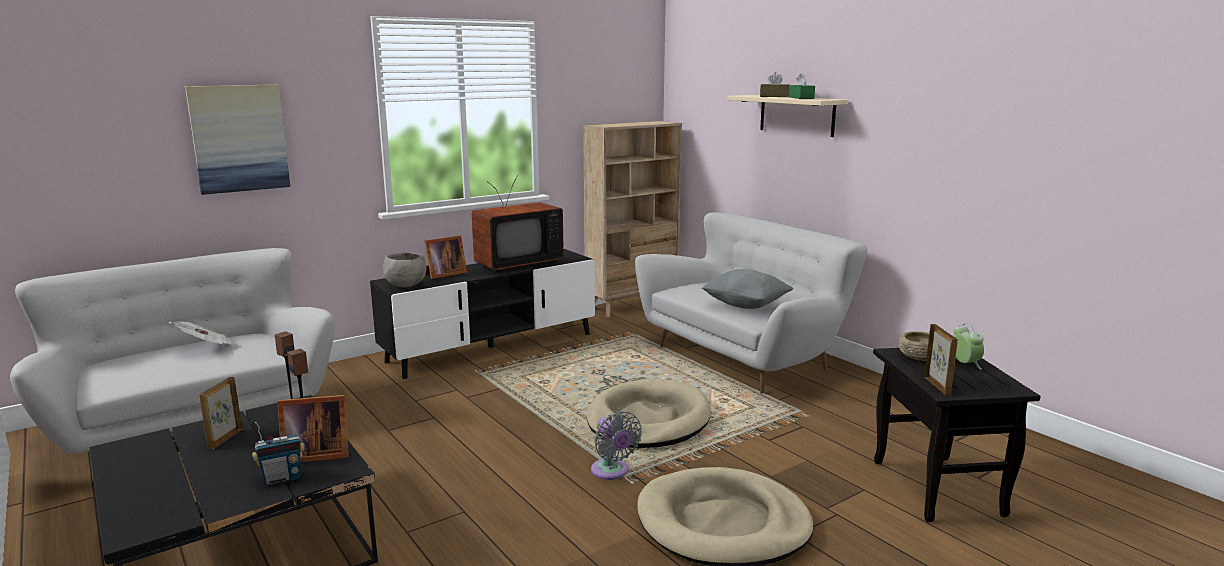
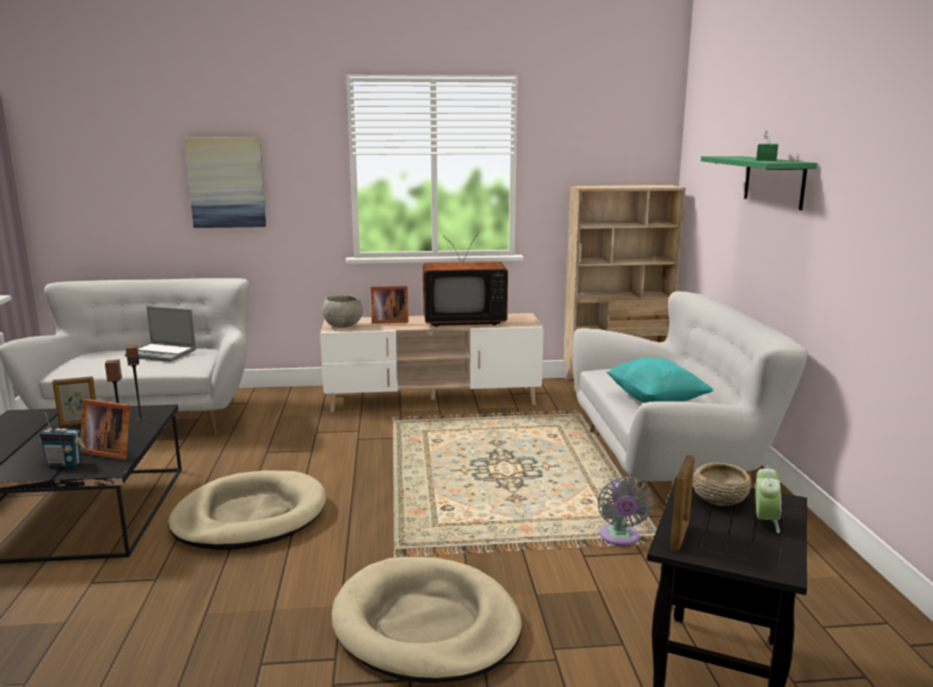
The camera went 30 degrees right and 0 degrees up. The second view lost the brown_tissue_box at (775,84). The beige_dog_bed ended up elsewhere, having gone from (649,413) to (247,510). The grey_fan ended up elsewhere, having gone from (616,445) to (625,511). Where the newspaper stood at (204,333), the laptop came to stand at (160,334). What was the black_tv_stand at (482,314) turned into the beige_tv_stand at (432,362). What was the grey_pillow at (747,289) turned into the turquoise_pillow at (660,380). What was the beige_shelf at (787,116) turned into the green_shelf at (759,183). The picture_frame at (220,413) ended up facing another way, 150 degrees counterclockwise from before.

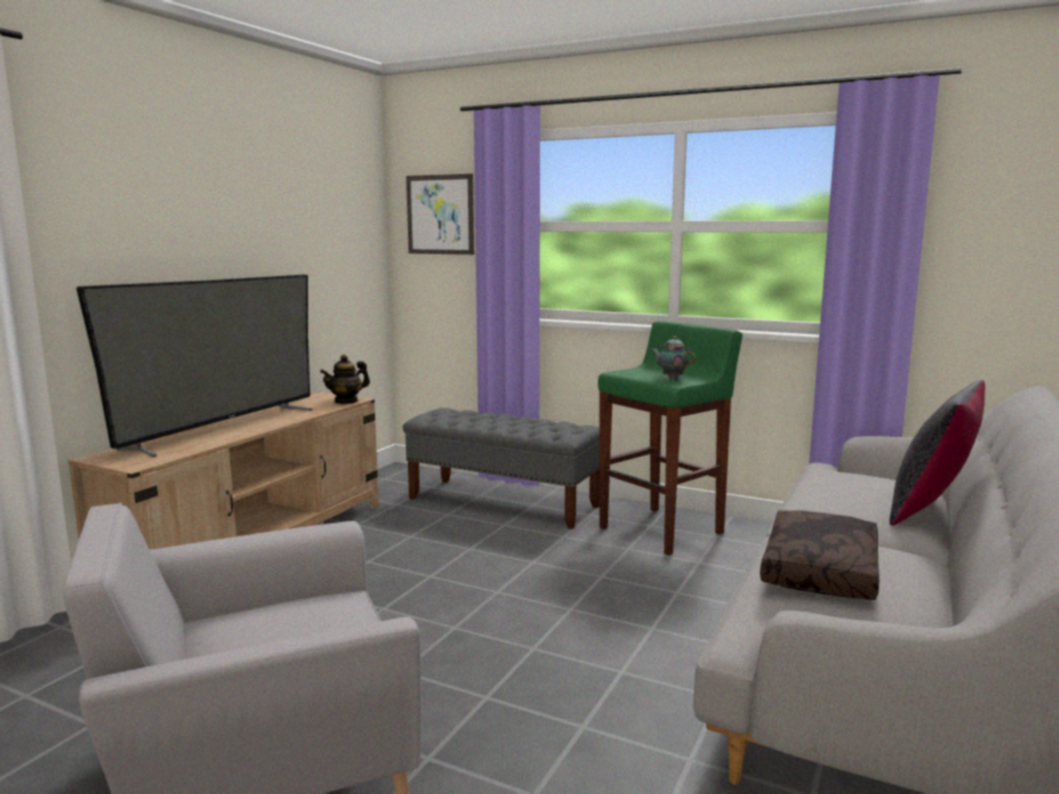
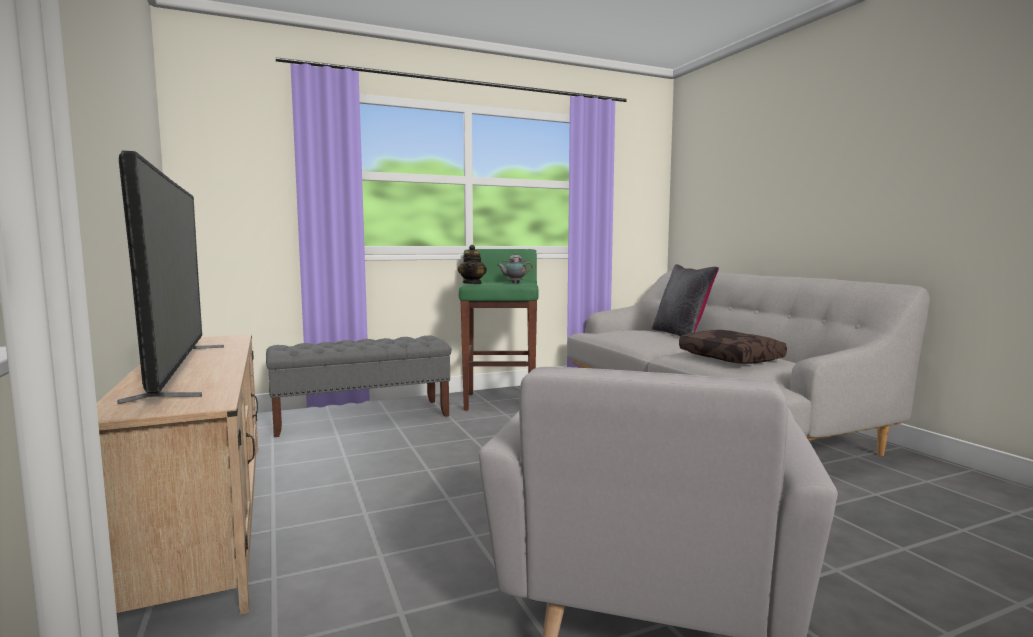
The camera went 50 degrees left and 5 degrees down. The second view lost the picture at (440,214). The teapot ended up elsewhere, having gone from (345,379) to (472,264).

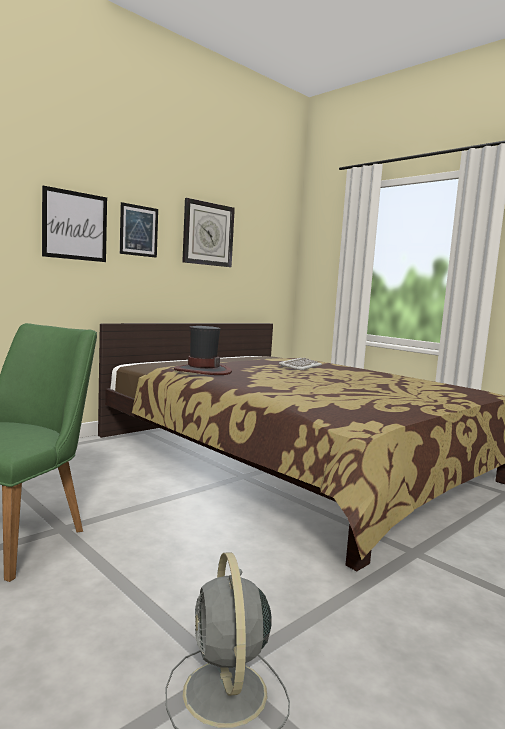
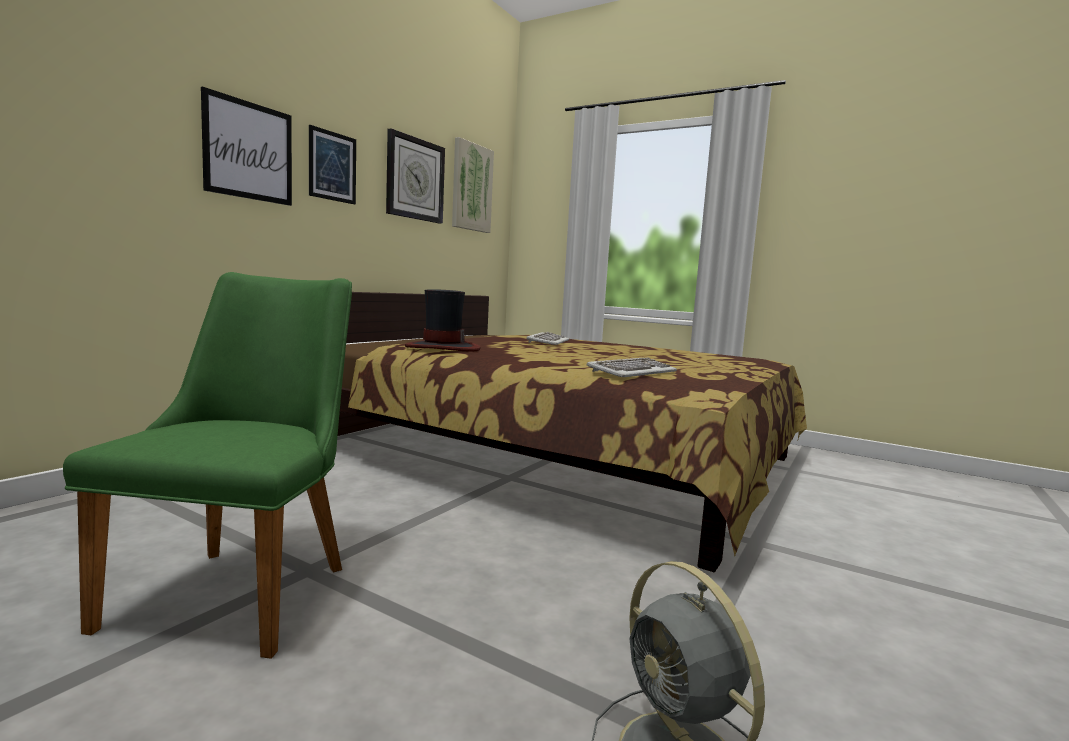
The camera went 15 degrees left and 0 degrees up. The second view gained the picture at (473,185). The second view gained the keyboard at (631,367).

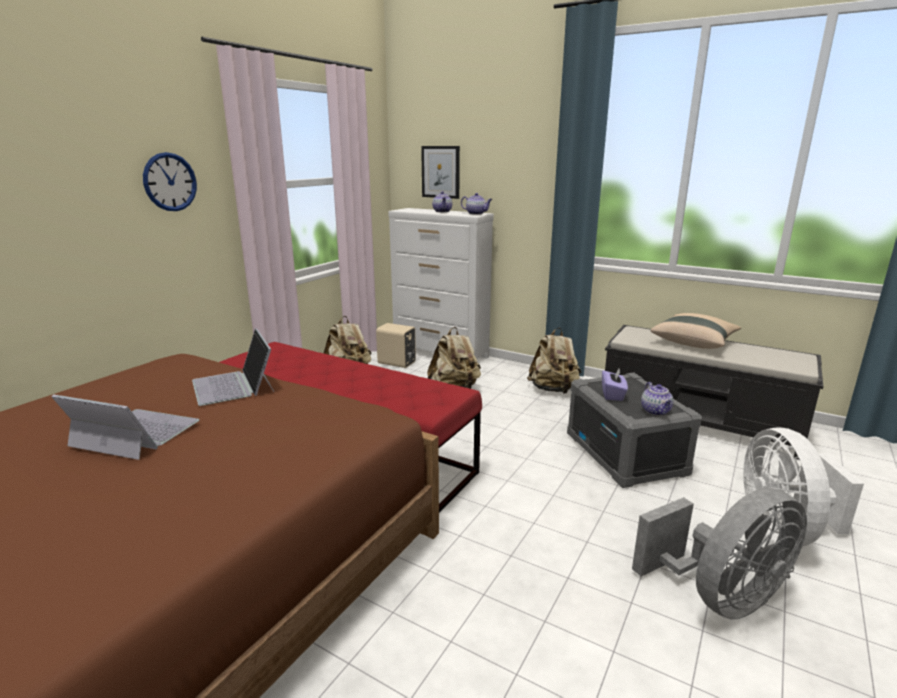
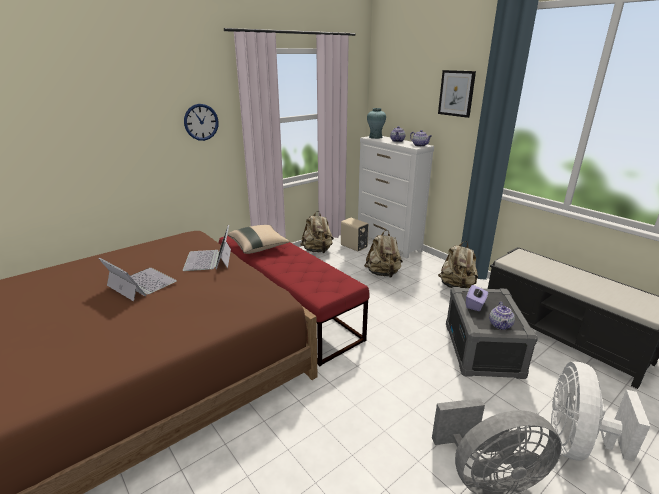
The camera went 20 degrees right and 5 degrees up. The second view gained the turquoise_vase at (376,123). The picture ended up elsewhere, having gone from (440,172) to (457,94). The beige_pillow ended up elsewhere, having gone from (696,331) to (258,239).

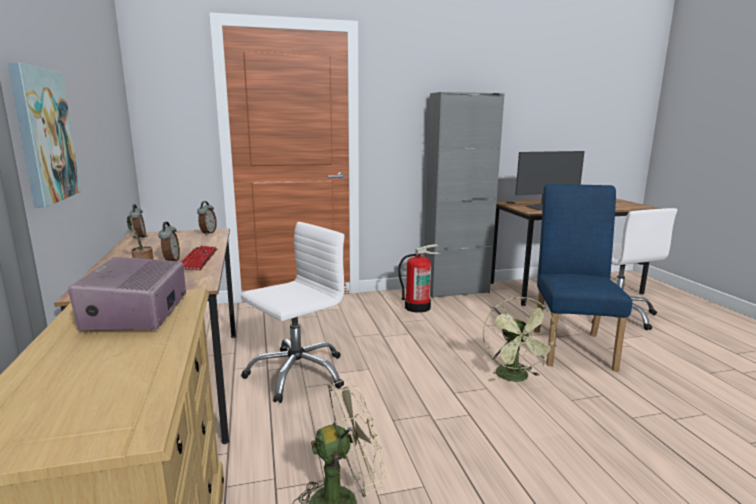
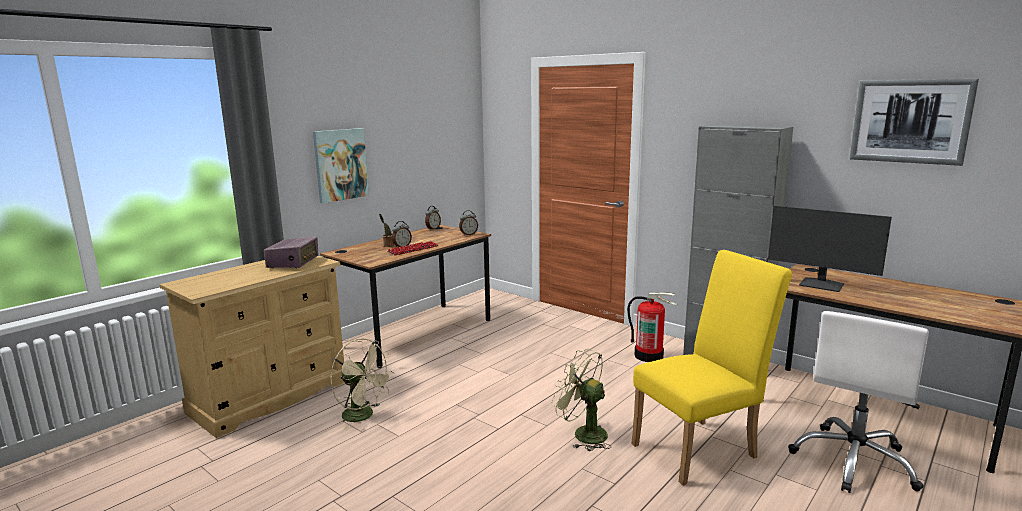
The camera went 55 degrees right and 0 degrees up. The second view lost the white_office_chair at (292,312). The second view gained the picture at (914,122). What was the blue_chair at (583,278) turned into the yellow_chair at (711,368). The radio at (127,293) ended up facing another way, 135 degrees clockwise from before. The green_fan at (521,339) ended up facing another way, 75 degrees clockwise from before.

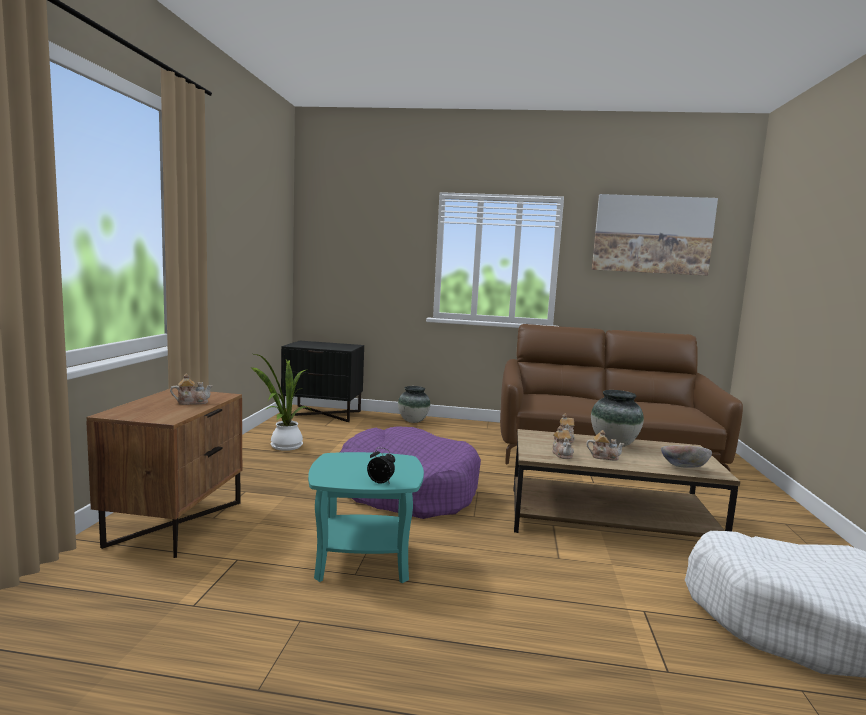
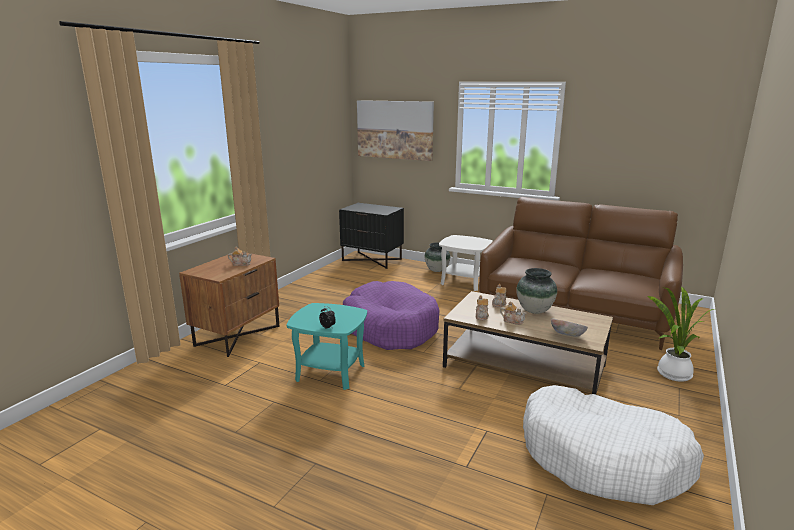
The camera went 20 degrees right and 10 degrees up. The second view gained the white_side_table at (466,263). The potted_plant ended up elsewhere, having gone from (281,402) to (681,334). The picture ended up elsewhere, having gone from (655,235) to (395,130).

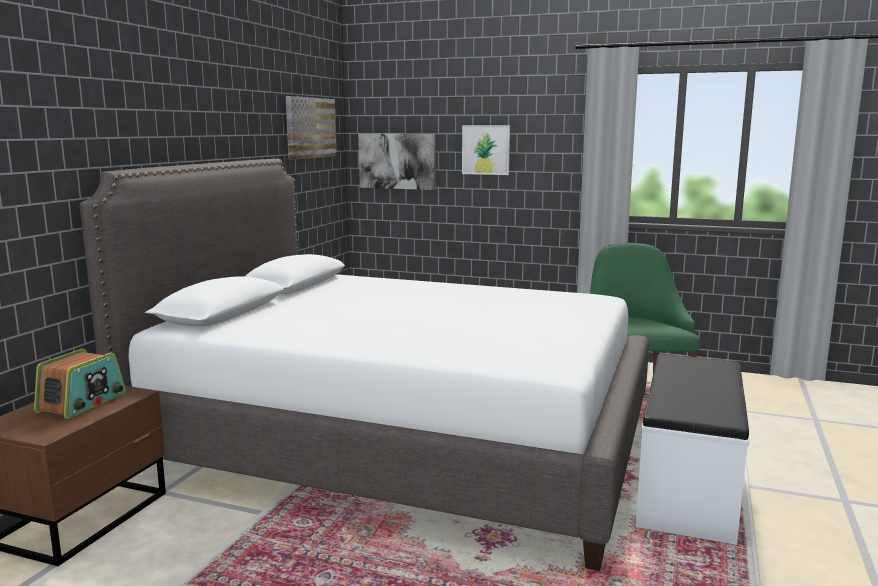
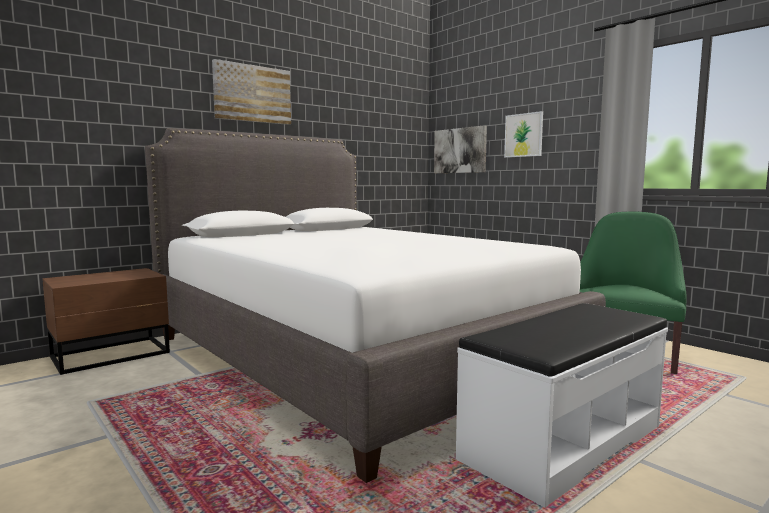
The camera went 30 degrees right and 5 degrees down. The second view lost the radio at (80,384). The picture ended up elsewhere, having gone from (311,127) to (251,92).

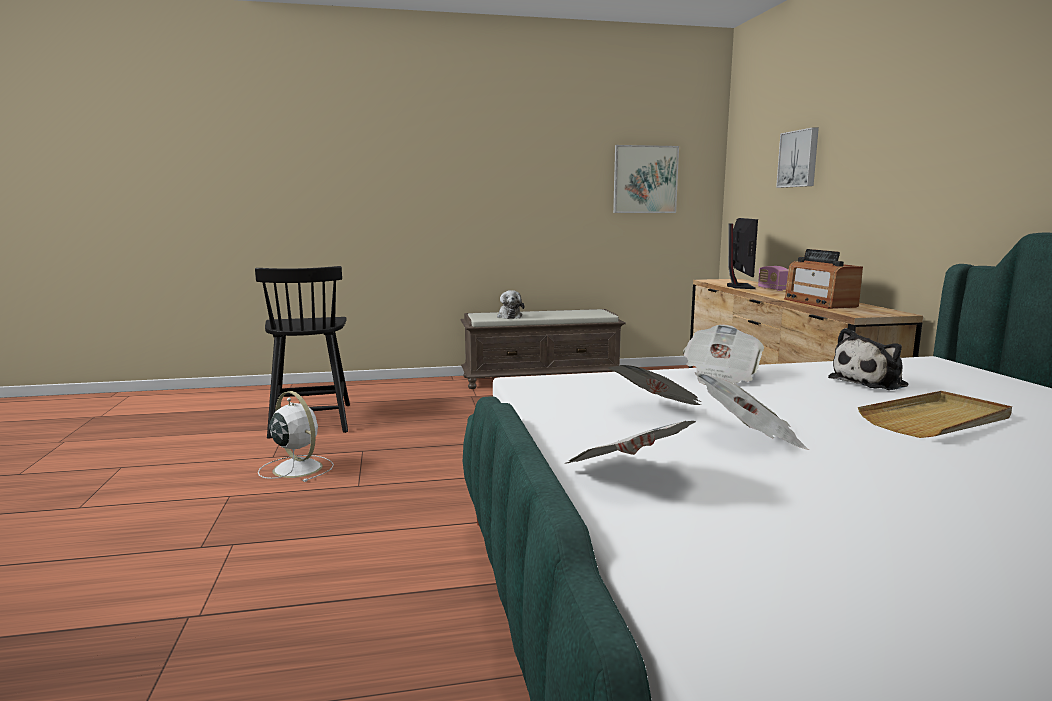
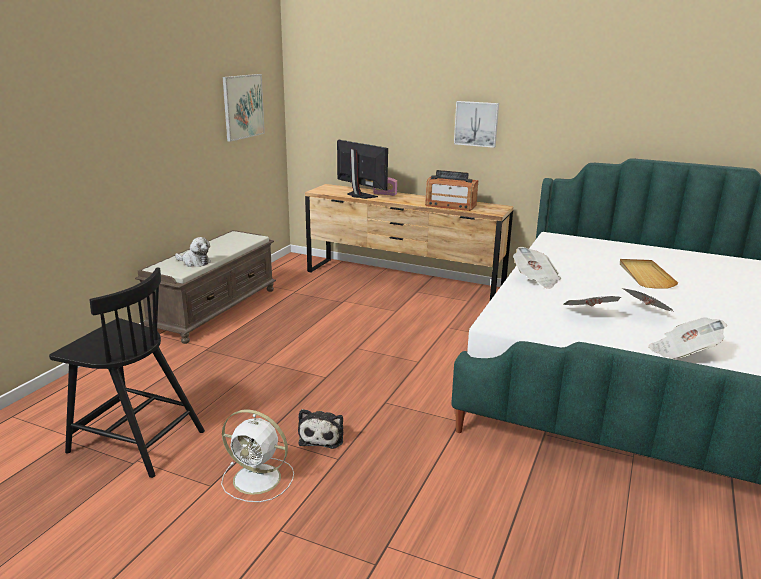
The camera went 55 degrees left and 10 degrees up. The picture ended up elsewhere, having gone from (797,157) to (476,124). The plush_toy ended up elsewhere, having gone from (868,359) to (320,429). The white_fan at (296,436) ended up facing another way, 150 degrees counterclockwise from before.

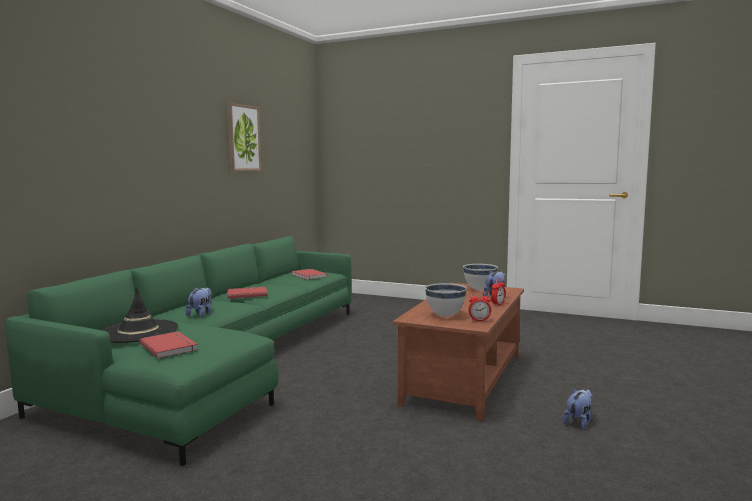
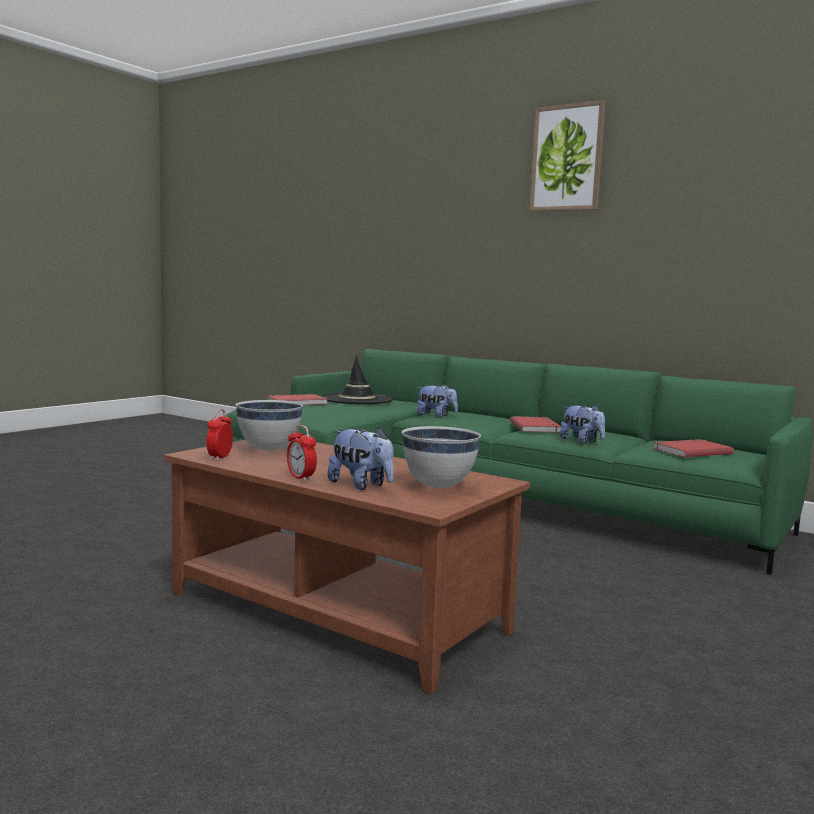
The camera went 100 degrees right and 0 degrees up. The picture ended up elsewhere, having gone from (244,137) to (567,156). The plush_toy ended up elsewhere, having gone from (578,408) to (582,424).

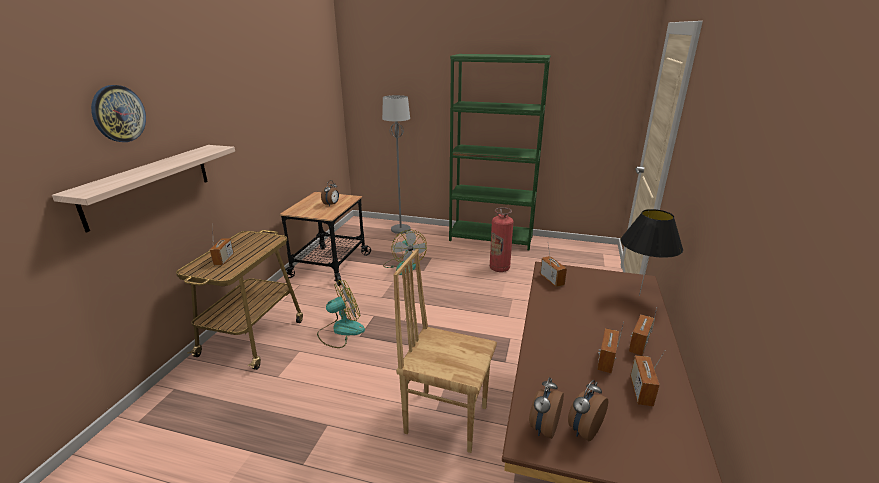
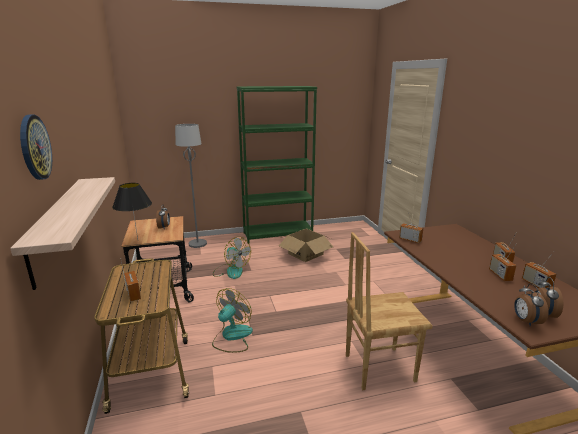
The camera went 30 degrees left and 5 degrees down. The black_table_lamp ended up elsewhere, having gone from (651,252) to (132,211). Where the fire_extinguisher stood at (502,239), the cardboard_box came to stand at (305,245).

